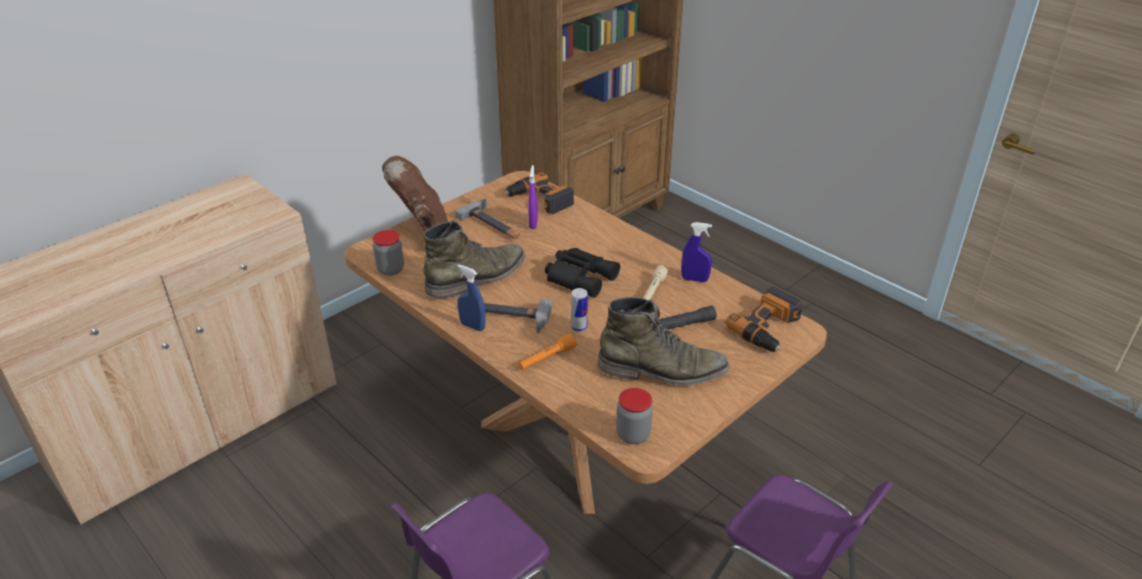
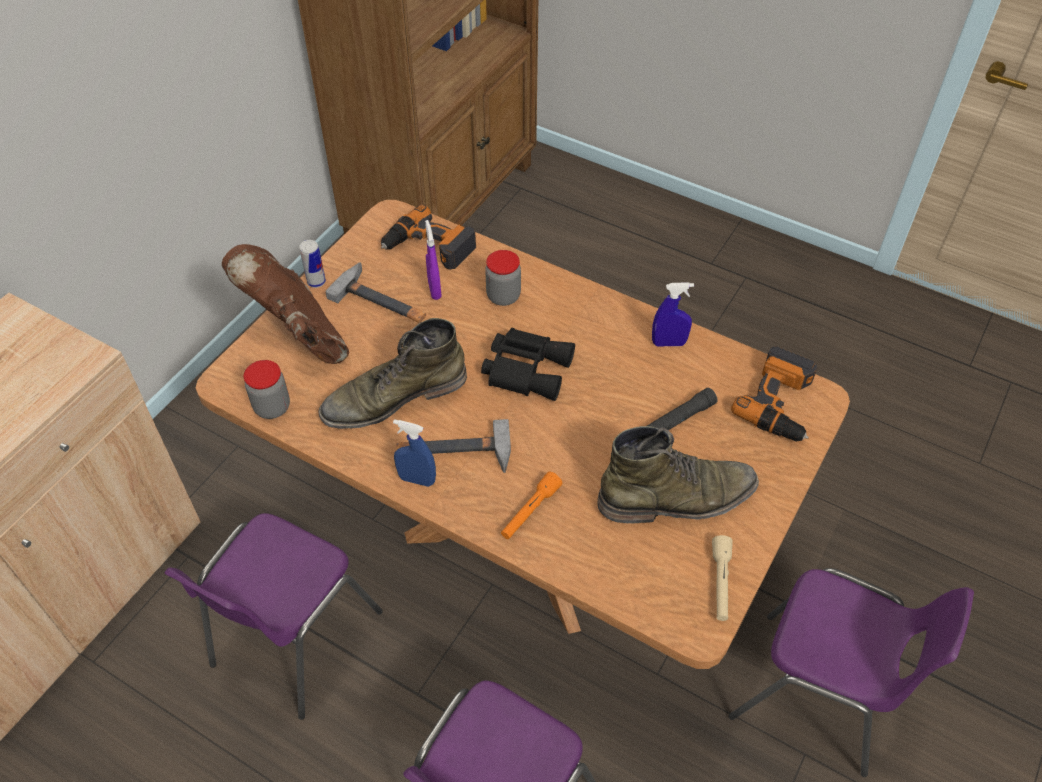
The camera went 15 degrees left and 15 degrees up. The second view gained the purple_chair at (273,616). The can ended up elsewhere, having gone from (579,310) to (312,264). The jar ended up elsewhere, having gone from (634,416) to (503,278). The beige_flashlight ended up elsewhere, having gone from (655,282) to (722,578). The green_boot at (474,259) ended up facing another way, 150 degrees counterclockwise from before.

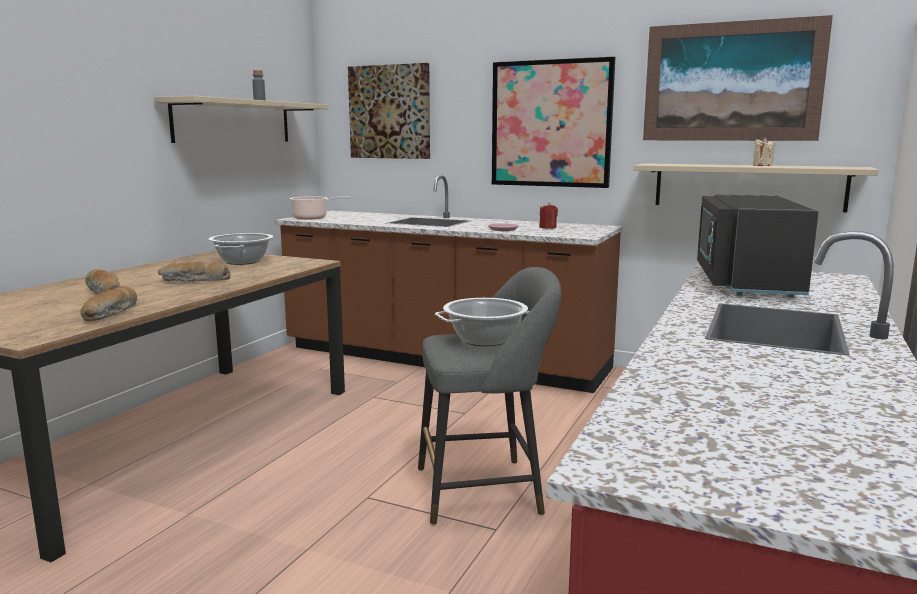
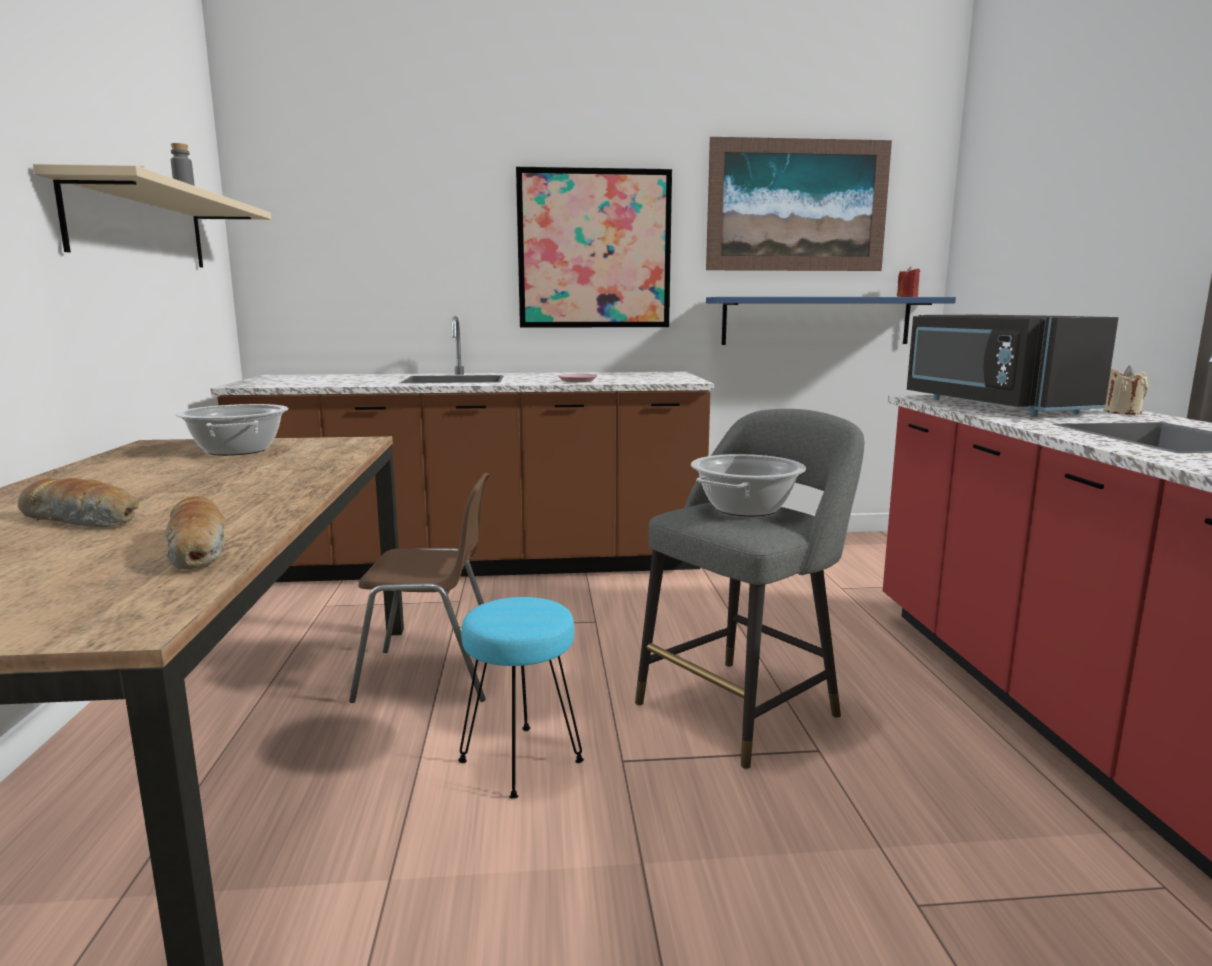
The camera went 30 degrees left and 0 degrees up. The second view lost the bread at (194,272). The second view lost the cooking_pot at (320,208). The second view lost the picture at (389,111). The second view gained the brown_chair at (419,588). The second view gained the turquoise_stool at (521,698). The red_candle ended up elsewhere, having gone from (548,216) to (908,282). The beige_candle ended up elsewhere, having gone from (764,151) to (1125,390). What was the beige_shelf at (756,187) turned into the blue_shelf at (831,321).

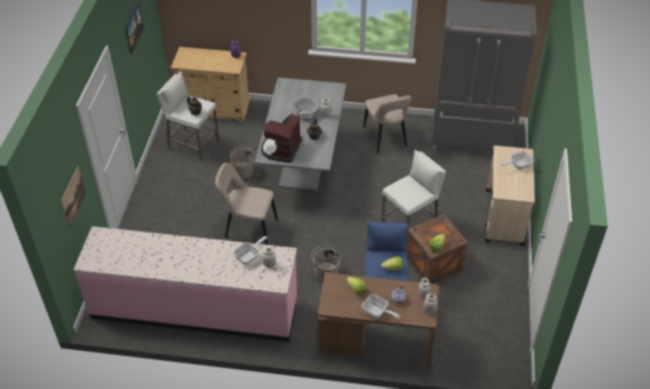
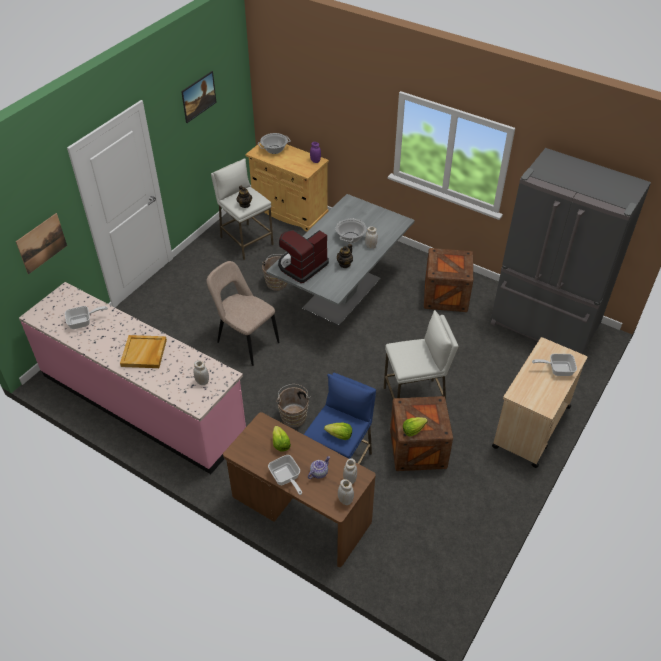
The camera went 25 degrees right and 0 degrees up. The second view gained the beige_tray at (143,351). The second view gained the cooking_pot at (274,143). The frying_pan ended up elsewhere, having gone from (250,250) to (86,317). Where the beige_chair stood at (387,124), the crate came to stand at (448,280).

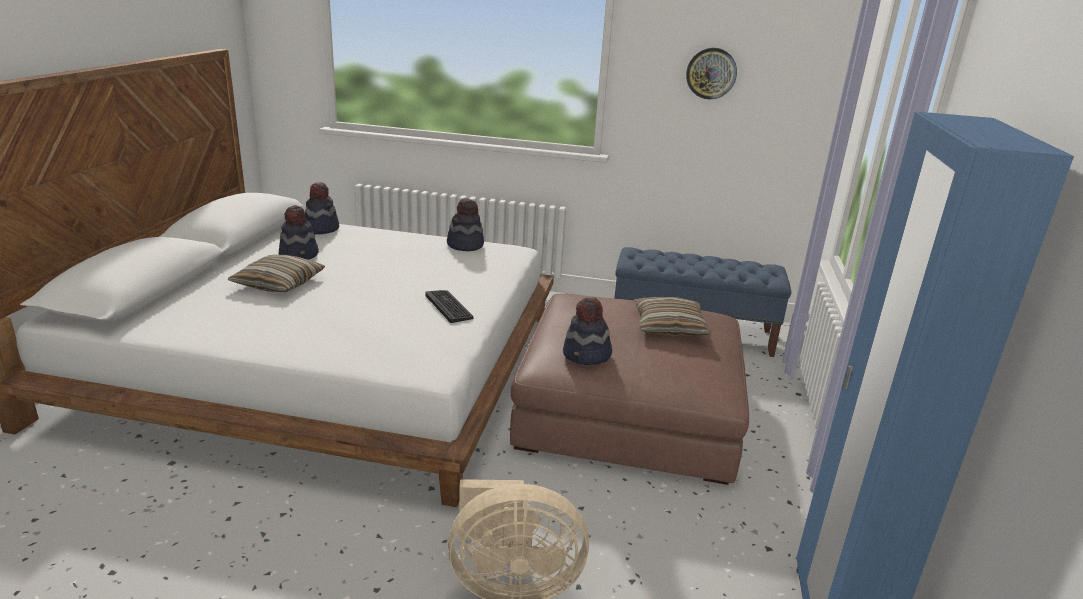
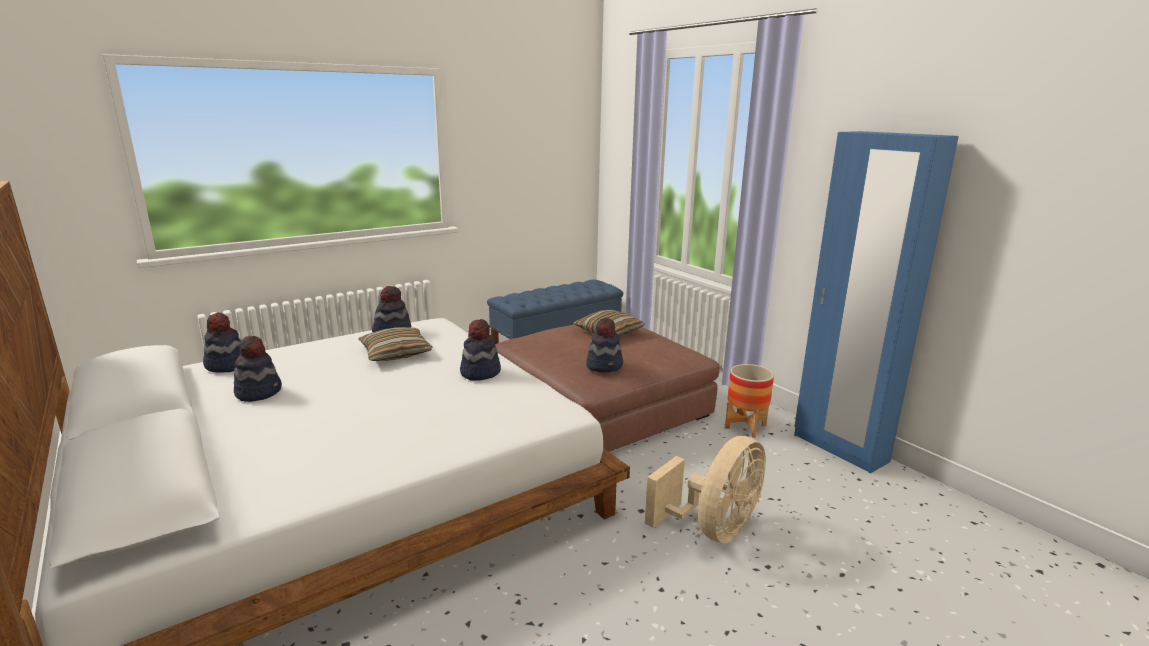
The camera went 45 degrees left and 5 degrees down. The second view lost the wall_clock at (711,73). The second view gained the planter at (749,401). The pillow ended up elsewhere, having gone from (276,273) to (395,344). Where the keyboard stood at (449,306), the hat came to stand at (480,350).

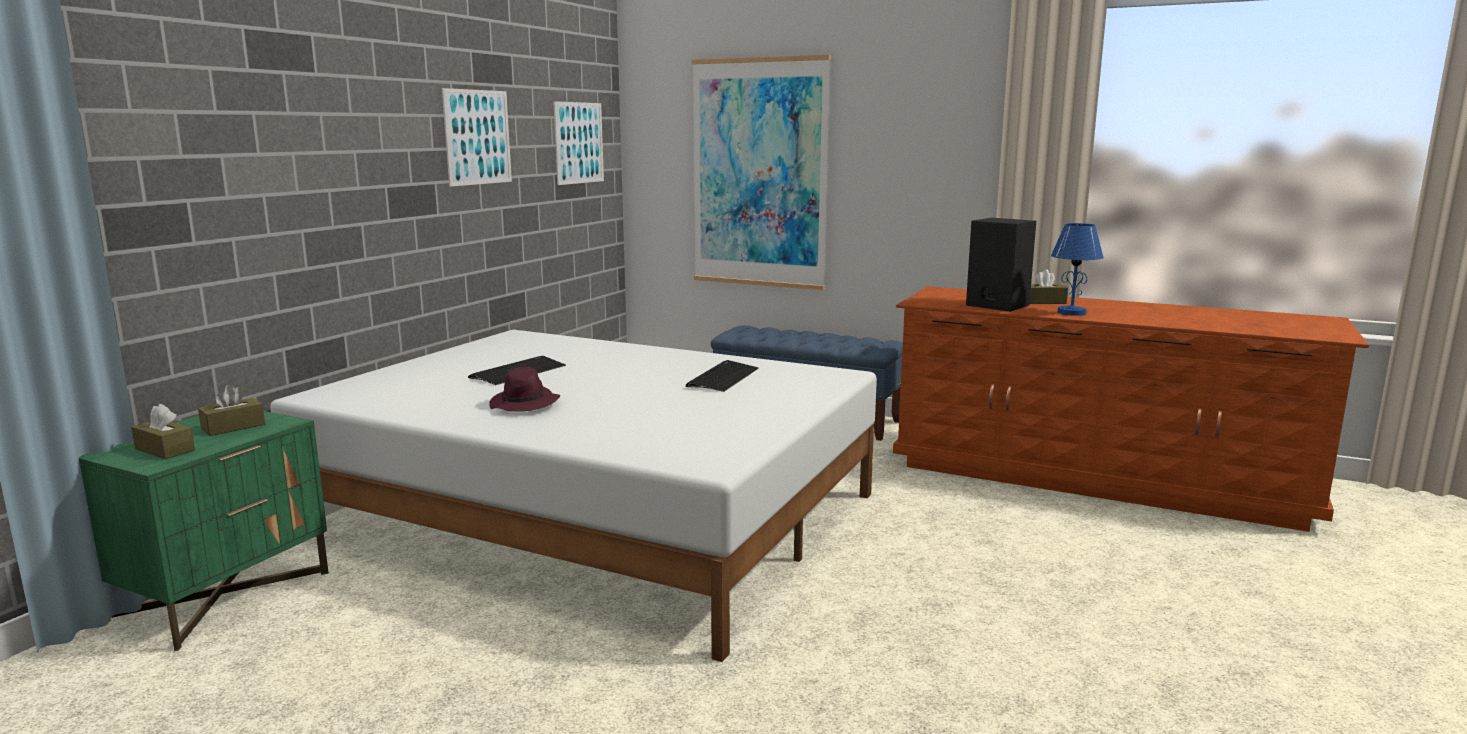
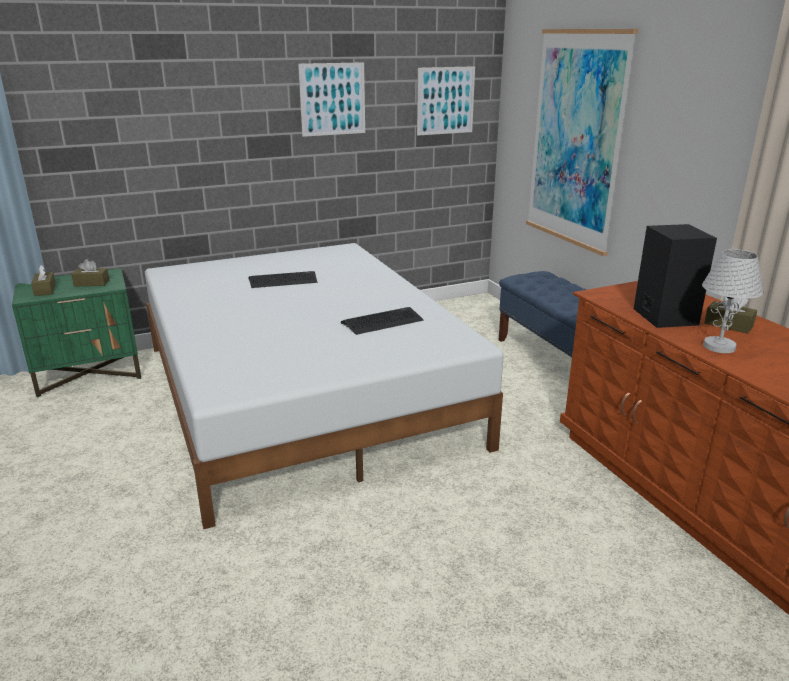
The camera went 40 degrees right and 10 degrees up. The second view lost the purple_hat at (524,389). What was the blue_table_lamp at (1077,269) turned into the white_table_lamp at (732,301).

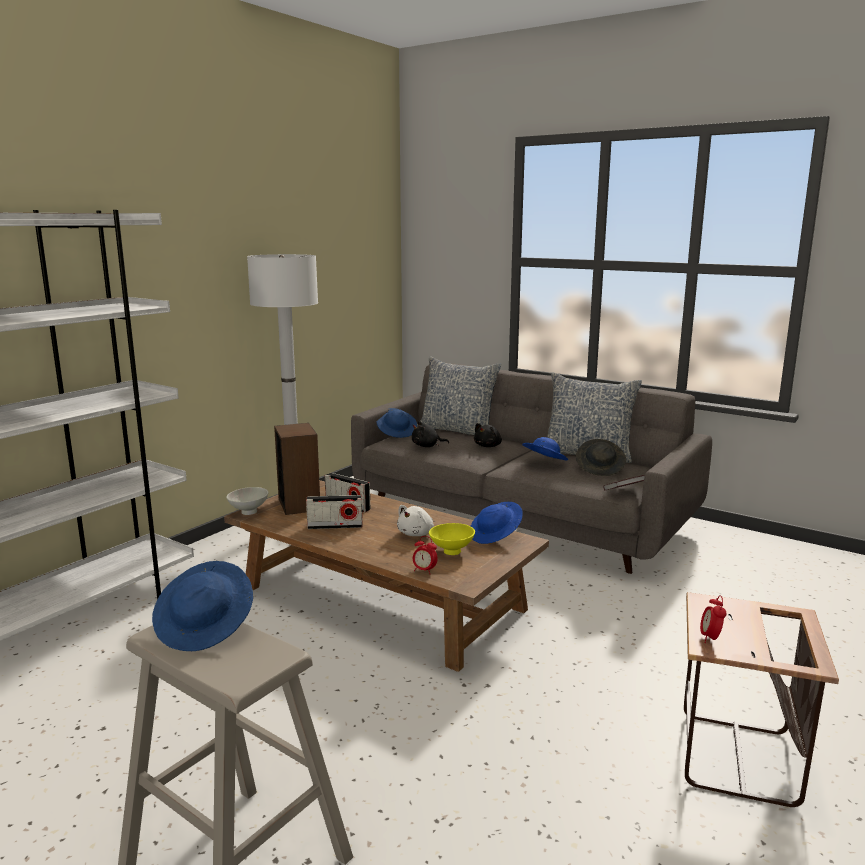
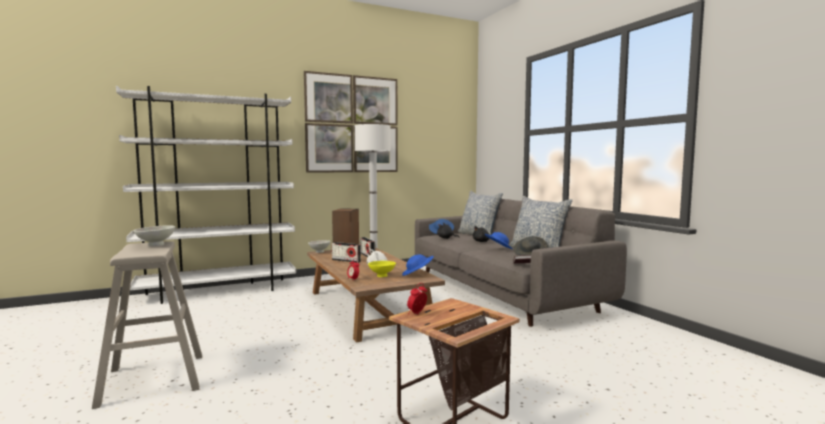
The camera went 30 degrees right and 10 degrees down. The second view gained the picture at (351,122). Where the blue_hat stood at (202,606), the white_bowl came to stand at (154,235).

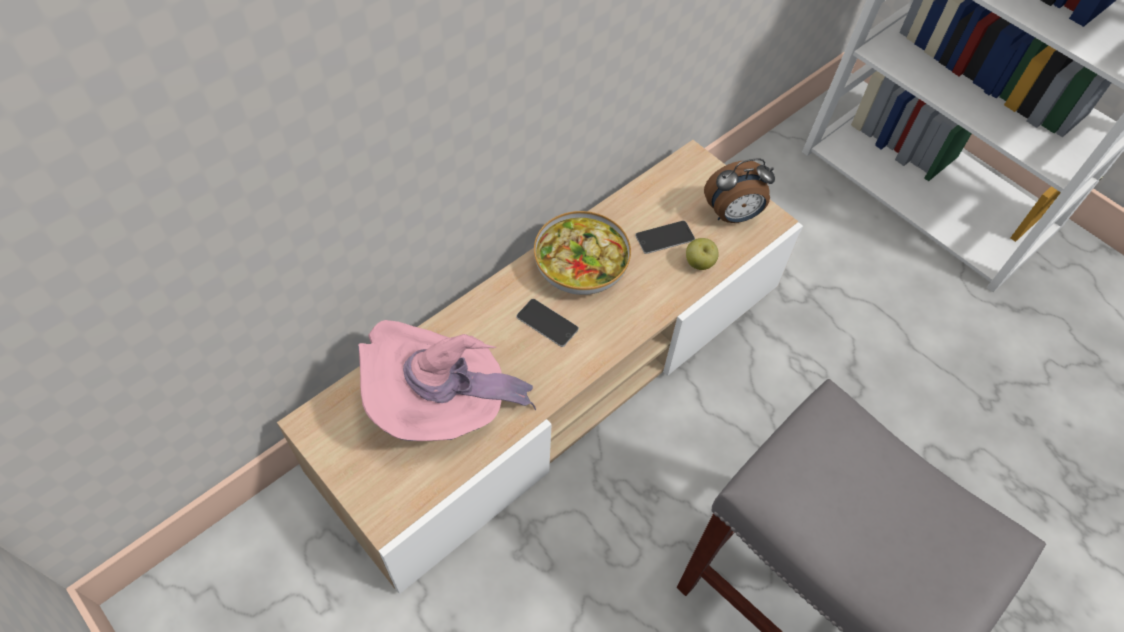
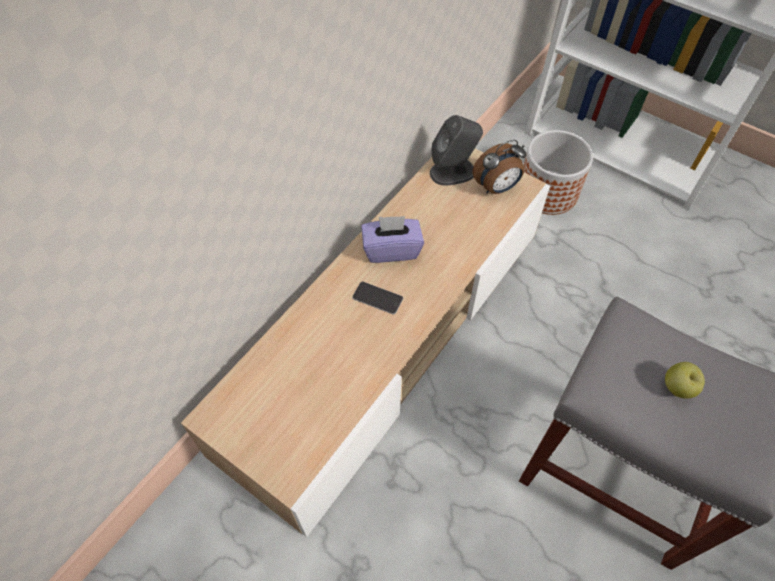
The camera went 10 degrees left and 0 degrees up. The second view lost the pink_hat at (447,380). The second view lost the phone at (665,237). The second view gained the grey_speaker at (456,150). The second view gained the planter at (558,172). The apple ended up elsewhere, having gone from (702,254) to (685,380). Where the bowl stood at (582,253), the purple_tissue_box came to stand at (392,239).

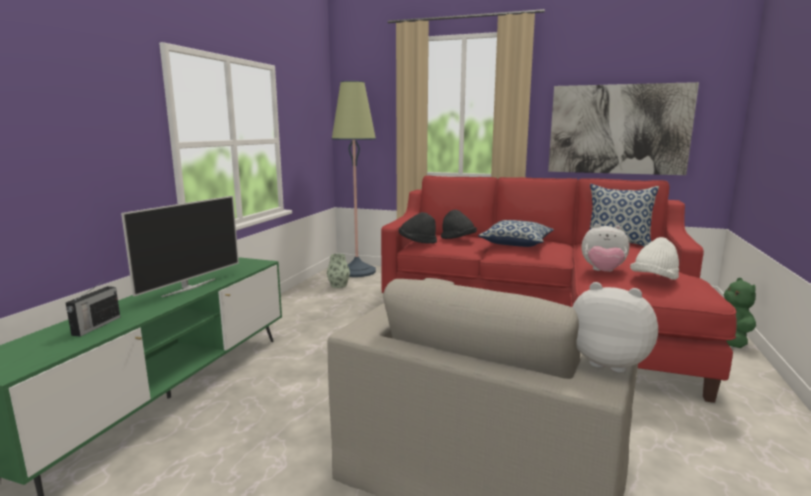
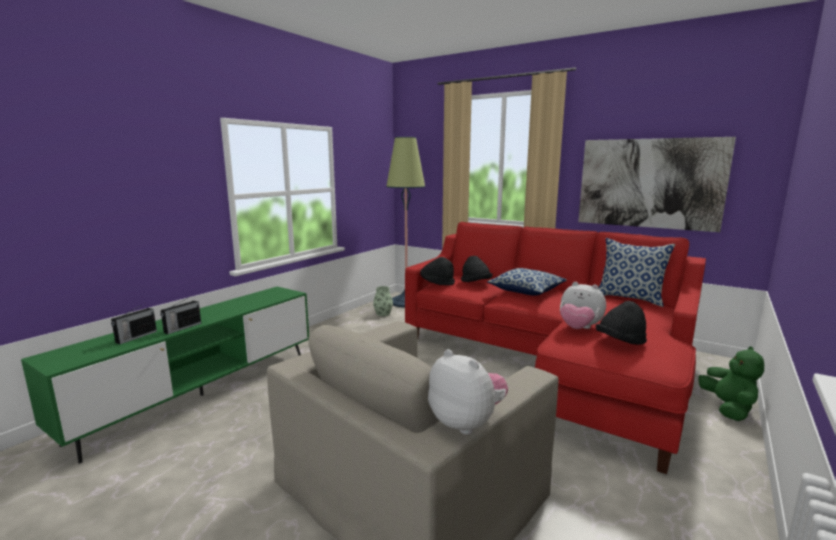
The camera went 15 degrees right and 0 degrees up. The second view lost the television at (180,246). The second view gained the radio at (180,315). What was the white_hat at (654,258) turned into the black_hat at (621,323).

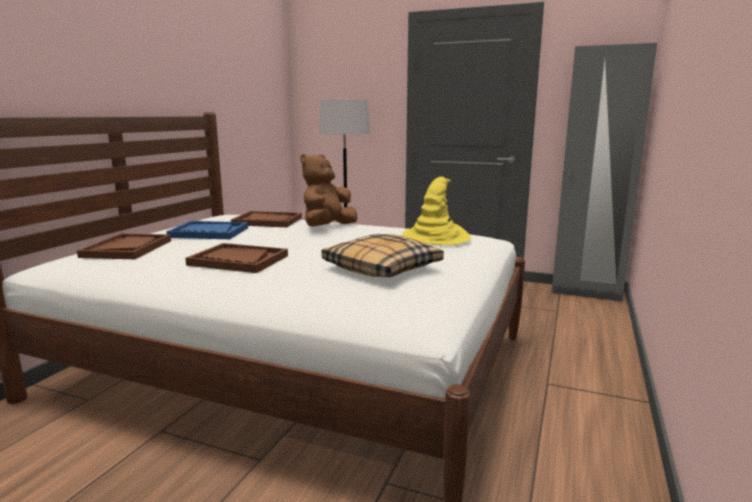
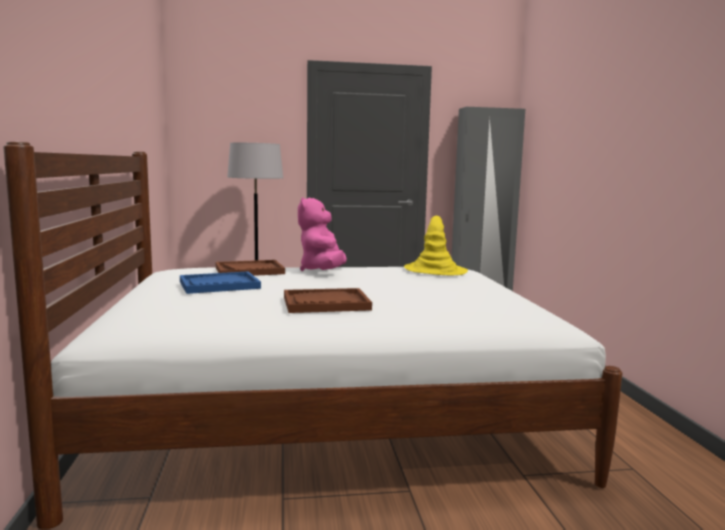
The camera went 30 degrees left and 5 degrees down. The second view lost the brown_tray at (124,246). The second view lost the pillow at (382,255). What was the brown_plush_toy at (328,190) turned into the pink_plush_toy at (322,234).

